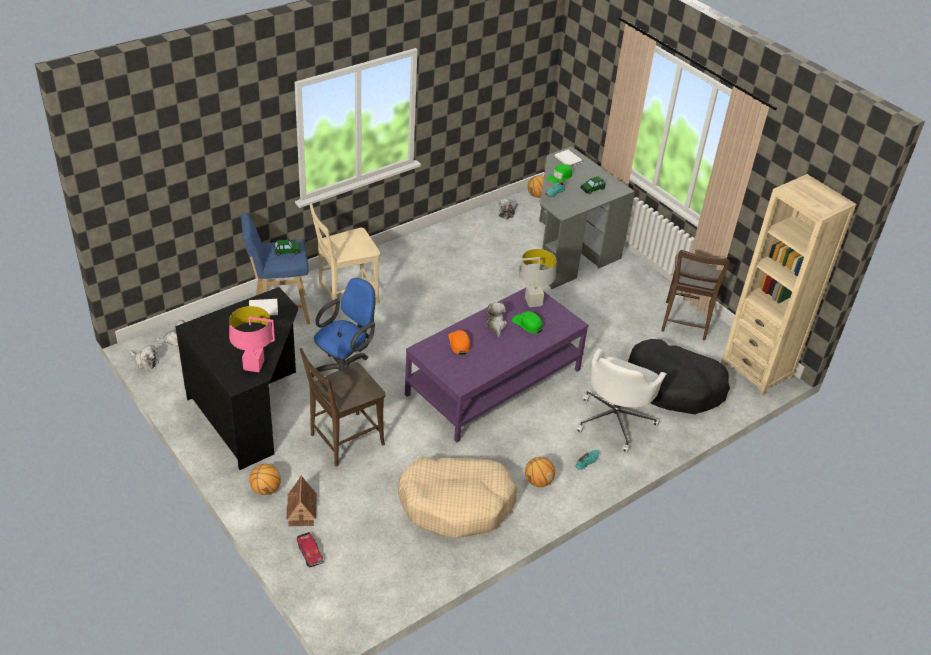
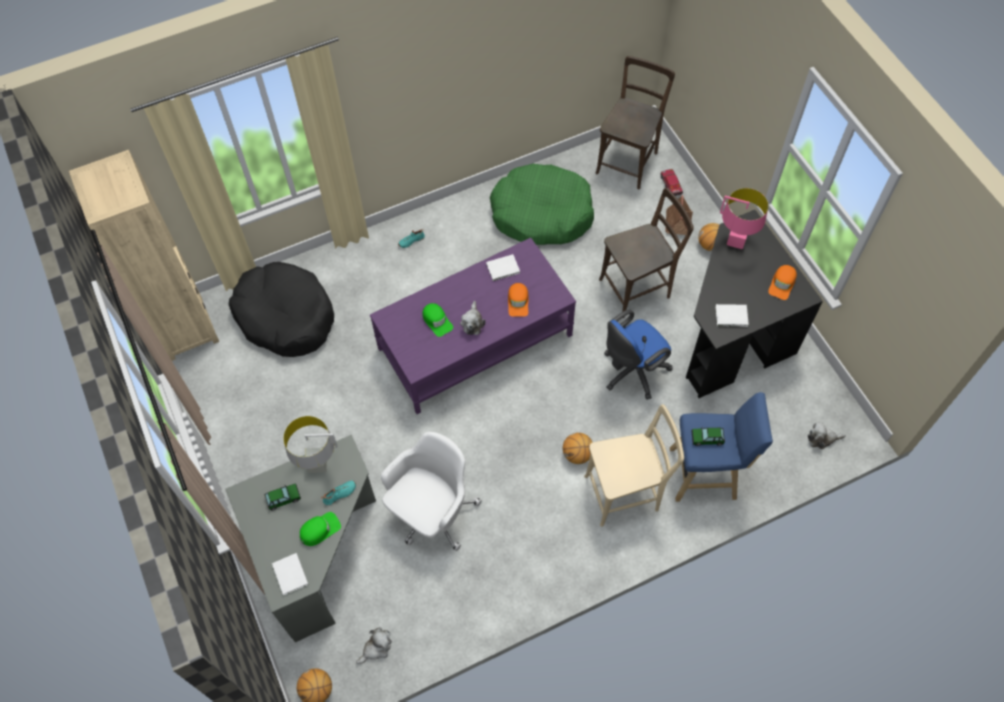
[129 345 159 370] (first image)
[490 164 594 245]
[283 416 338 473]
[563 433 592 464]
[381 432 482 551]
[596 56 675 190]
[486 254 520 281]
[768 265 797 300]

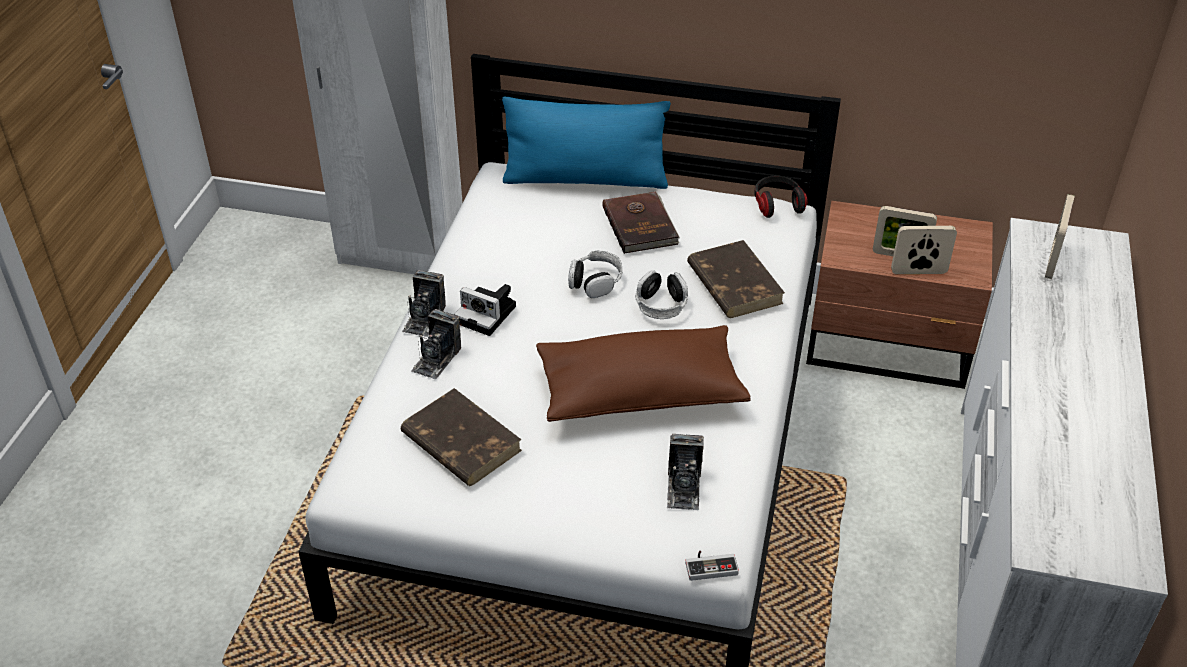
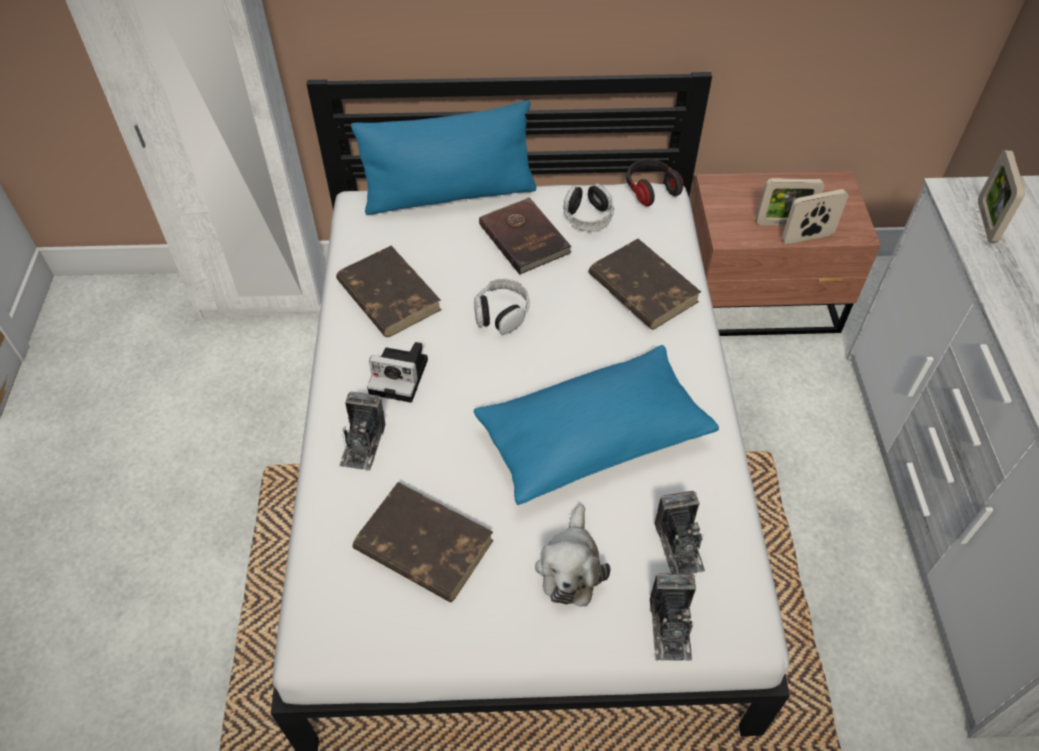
[650 573 696 661]
[474 345 719 505]
[564 183 614 232]
[685 551 739 581] (first image)
[336 246 442 337]
[535 504 611 607]

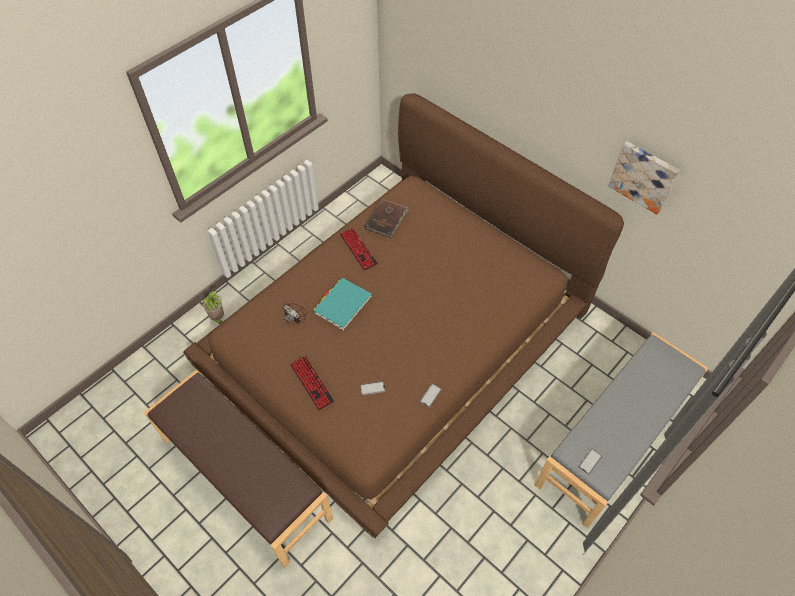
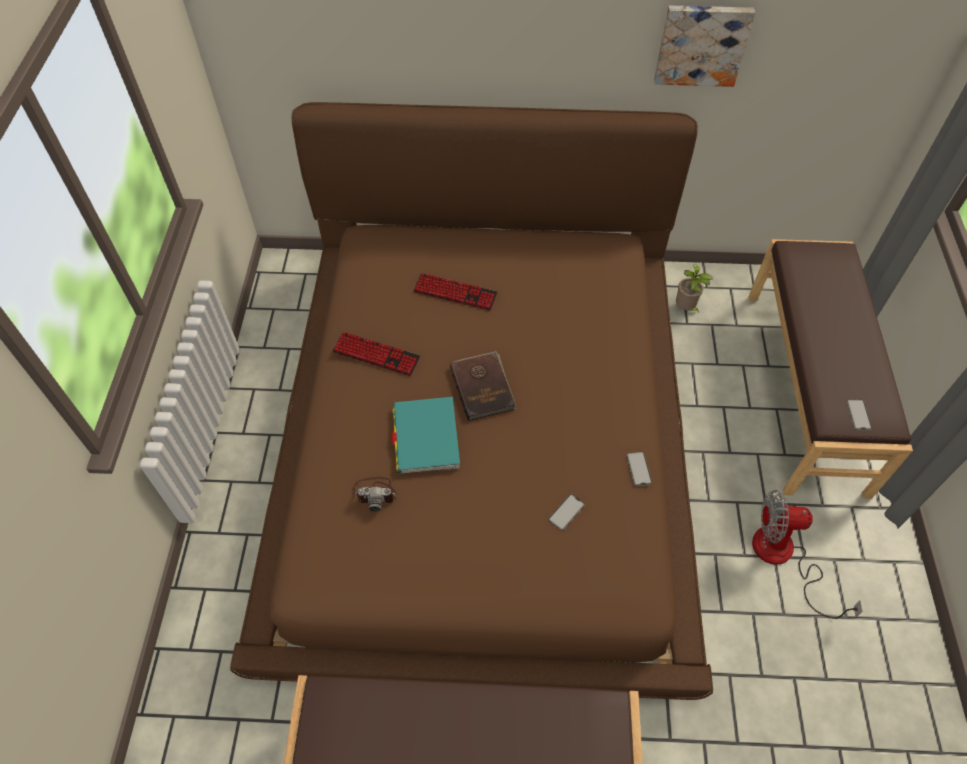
[676 264 713 312]
[413 273 497 311]
[450 351 516 421]
[748 239 913 499]
[752 490 863 619]

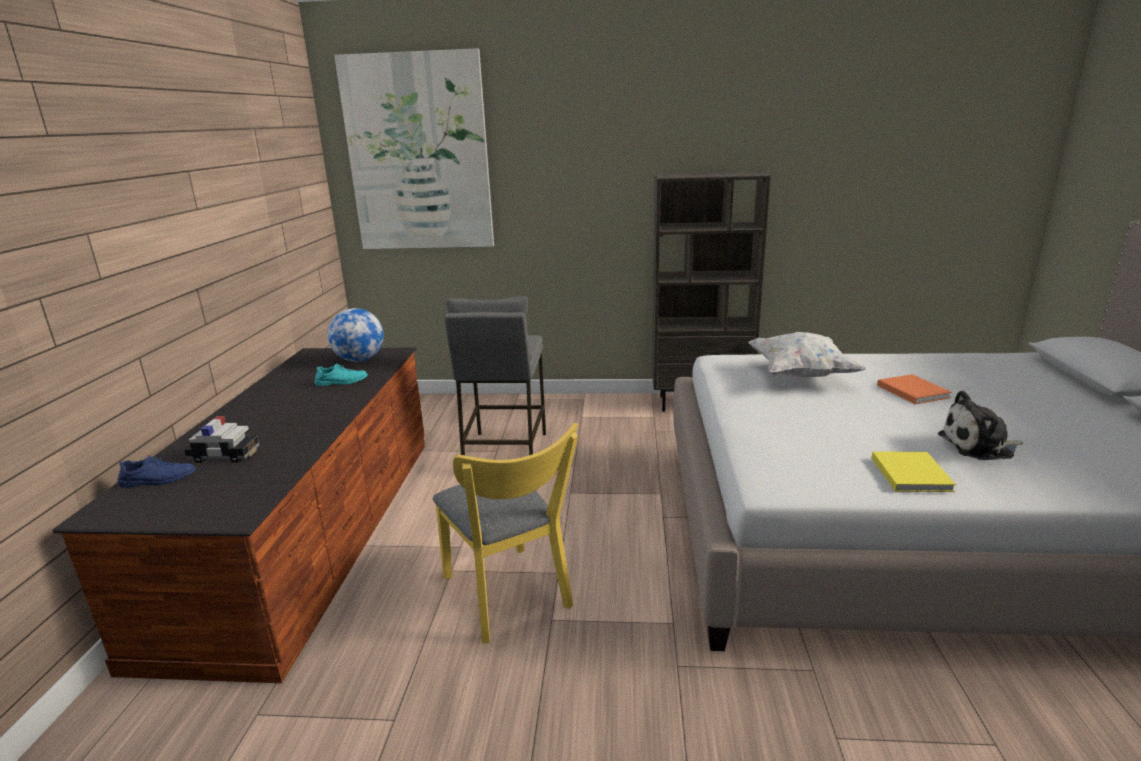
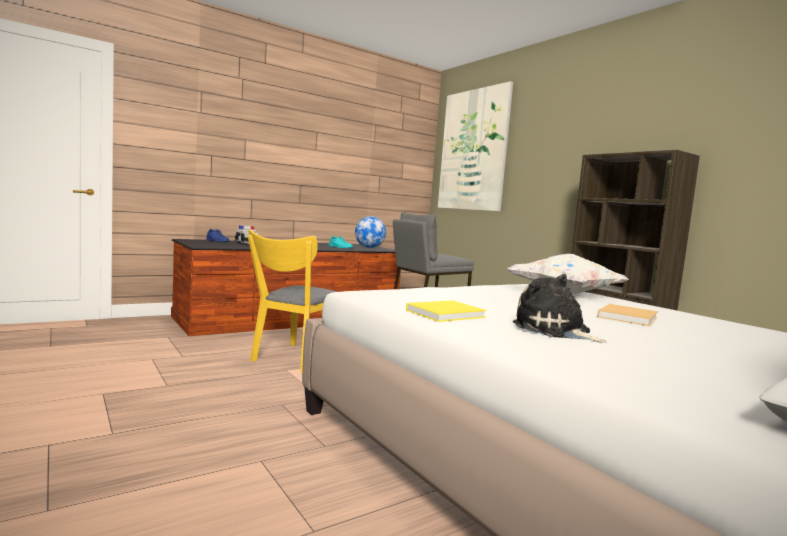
[597 304 658 326]

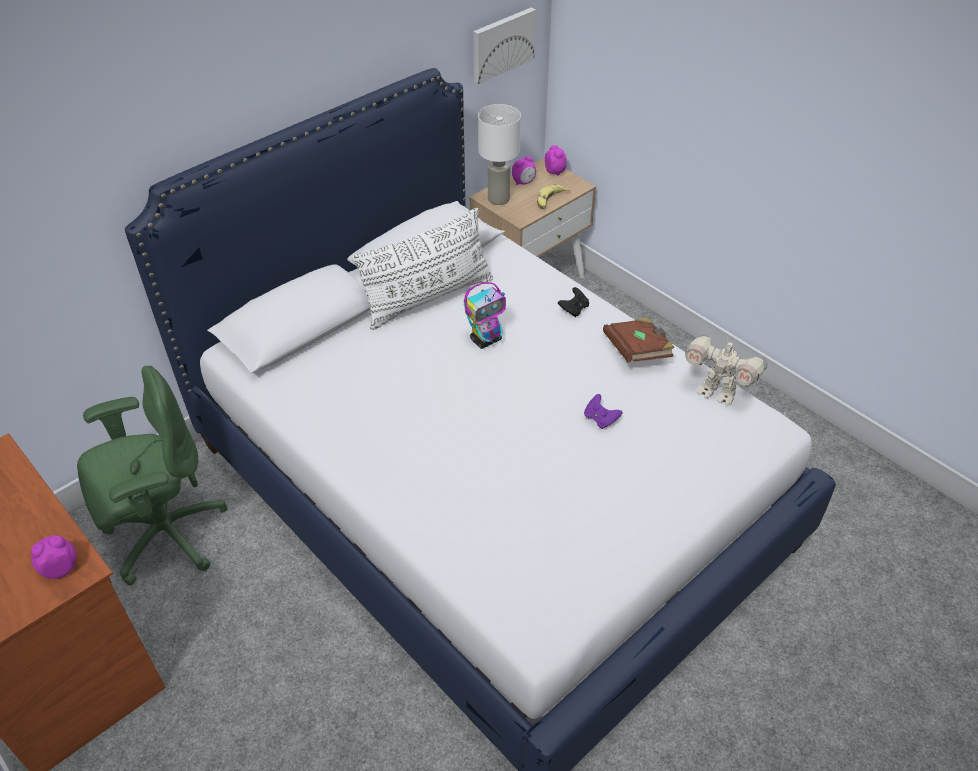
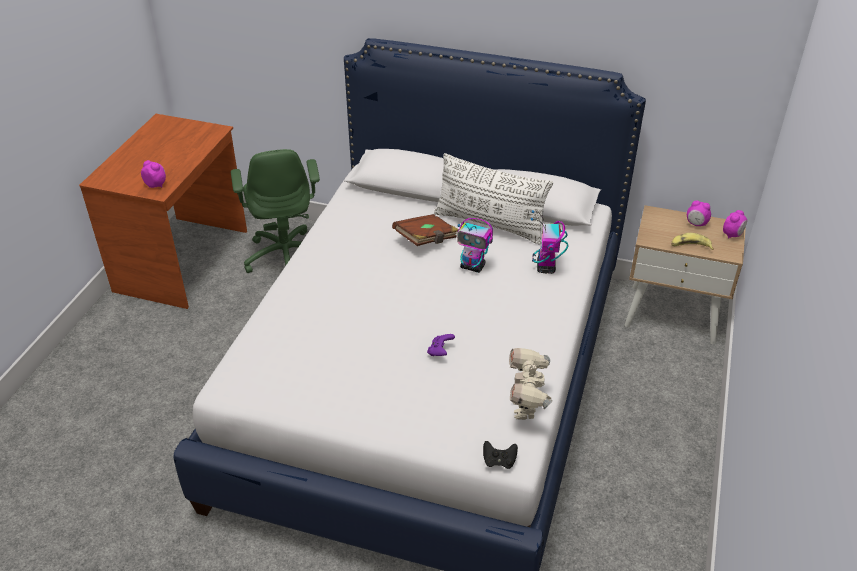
[231 149 320 273]
[473 8 536 84] (first image)
[478 104 521 205] (first image)
[483 441 518 469]
[392 214 458 246]
[531 210 569 274]

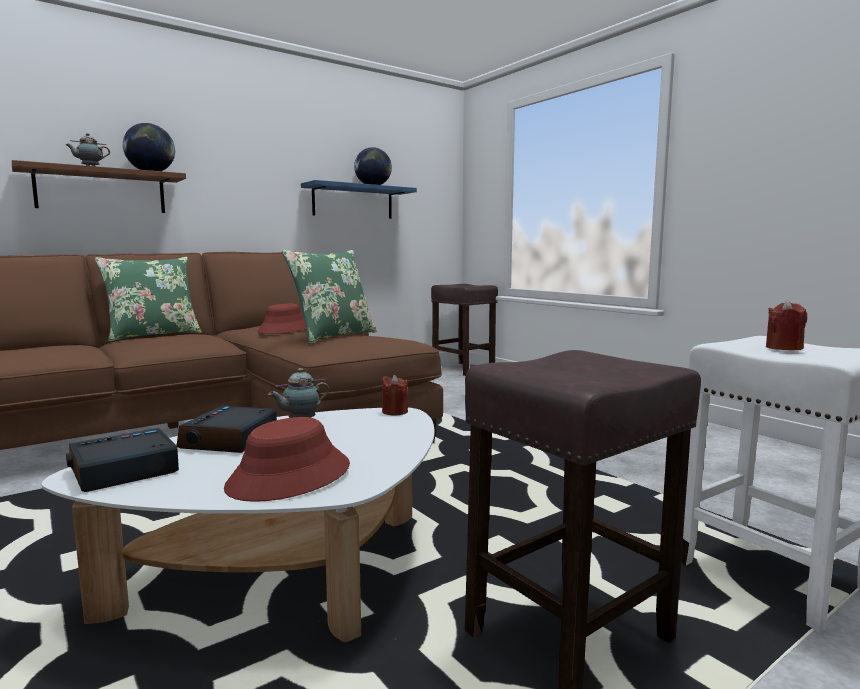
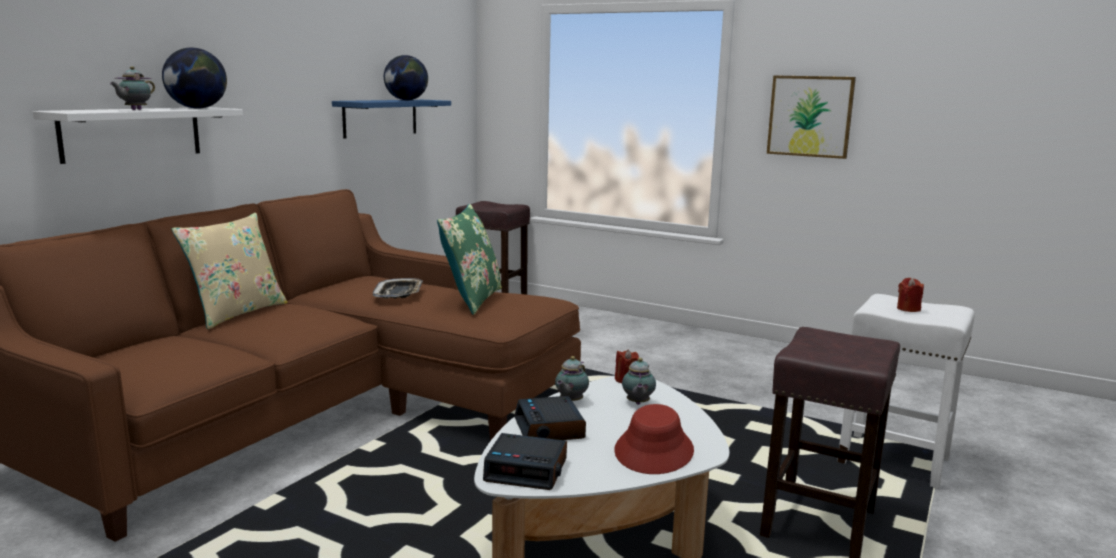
[33 107 243 164]
[483 433 567 490]
[172 213 288 329]
[373 278 423 299]
[622 358 656 405]
[767 75 856 159]

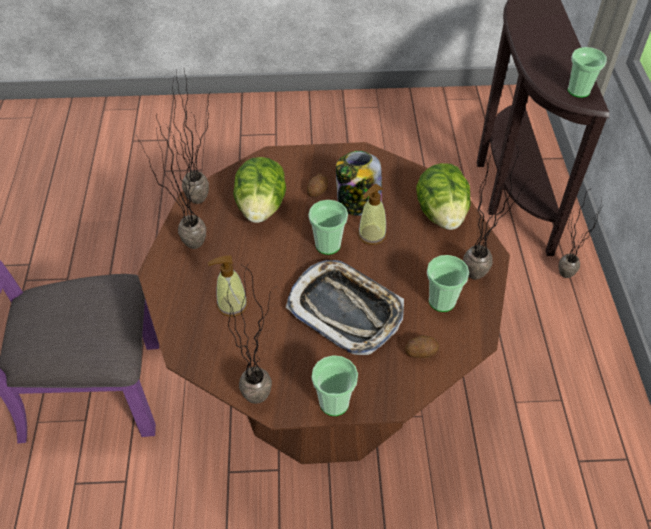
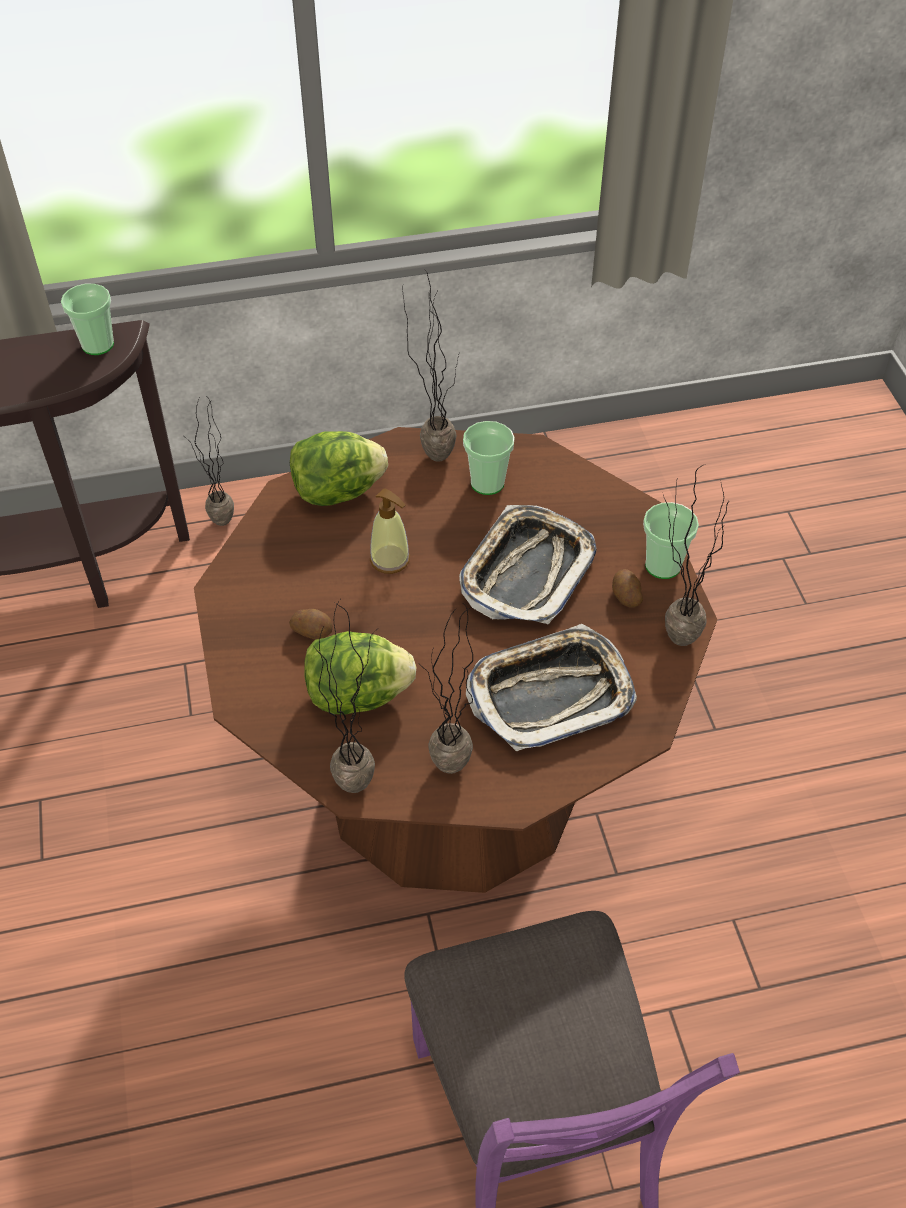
[466 624 637 751]
[308 200 348 255] (first image)
[336 151 382 216] (first image)
[612 569 643 607]

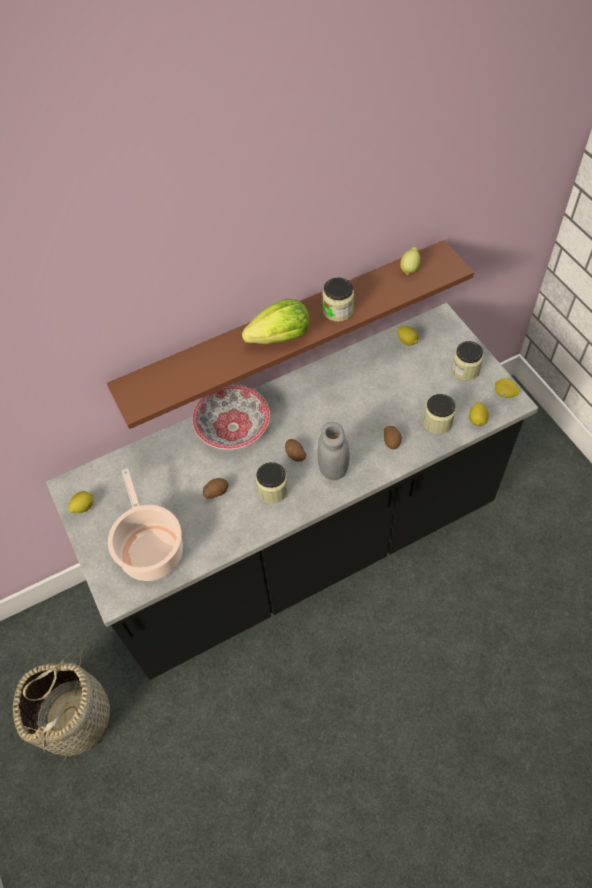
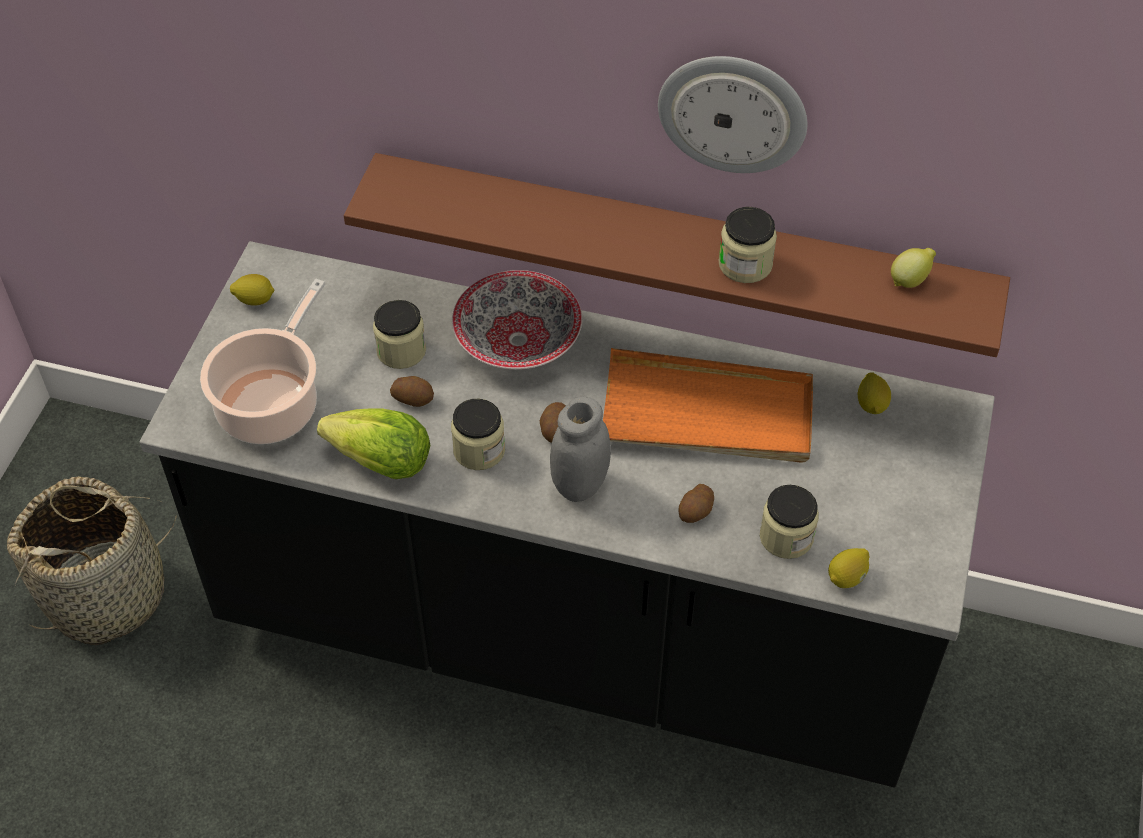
[317 409 430 479]
[373 300 426 369]
[495 378 520 398] (first image)
[603 348 813 463]
[658 56 807 173]

